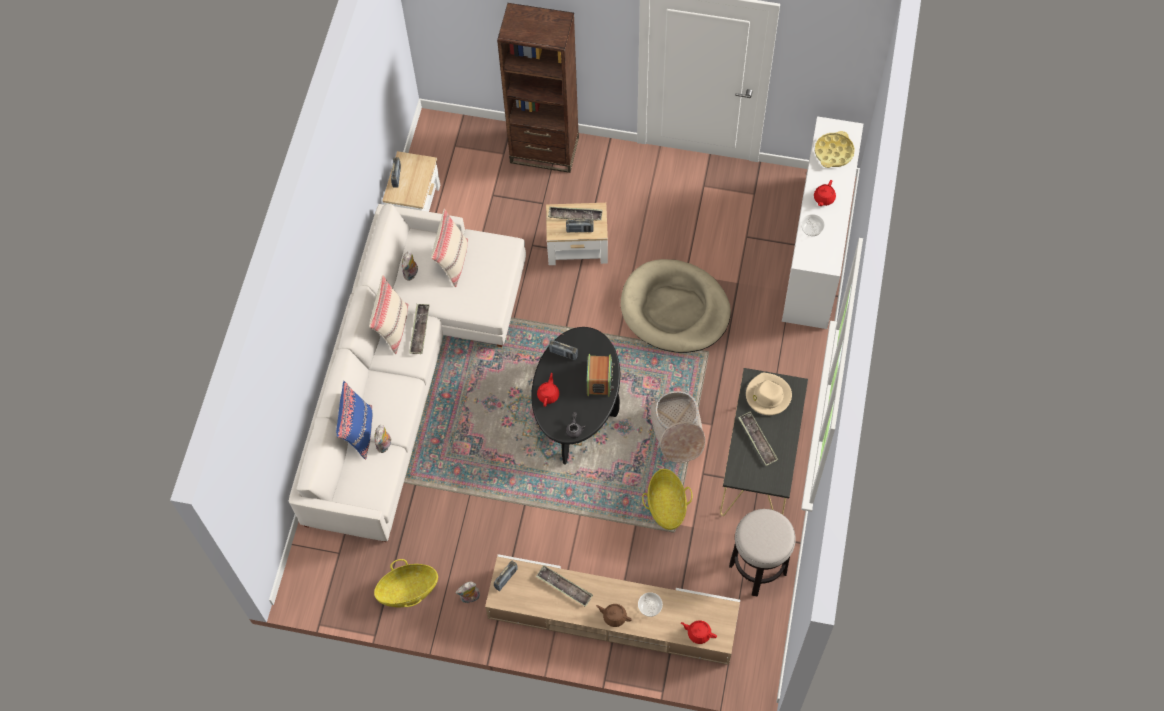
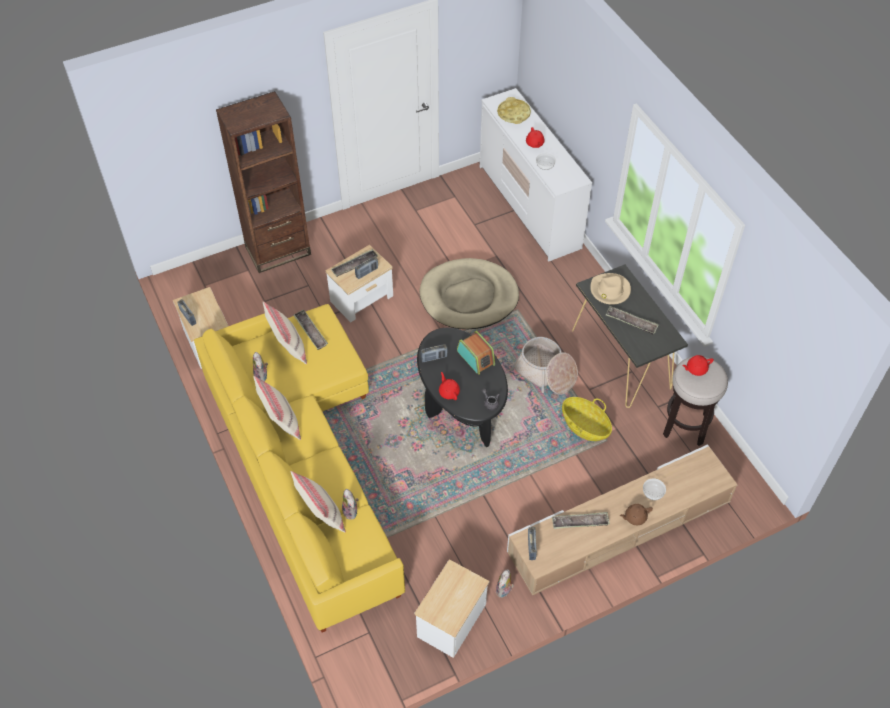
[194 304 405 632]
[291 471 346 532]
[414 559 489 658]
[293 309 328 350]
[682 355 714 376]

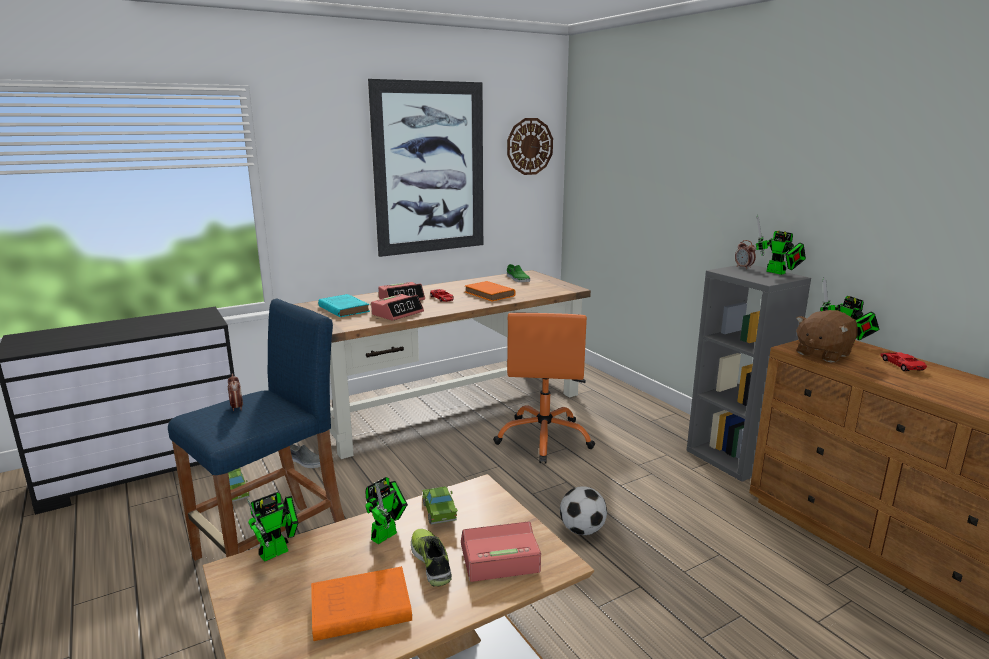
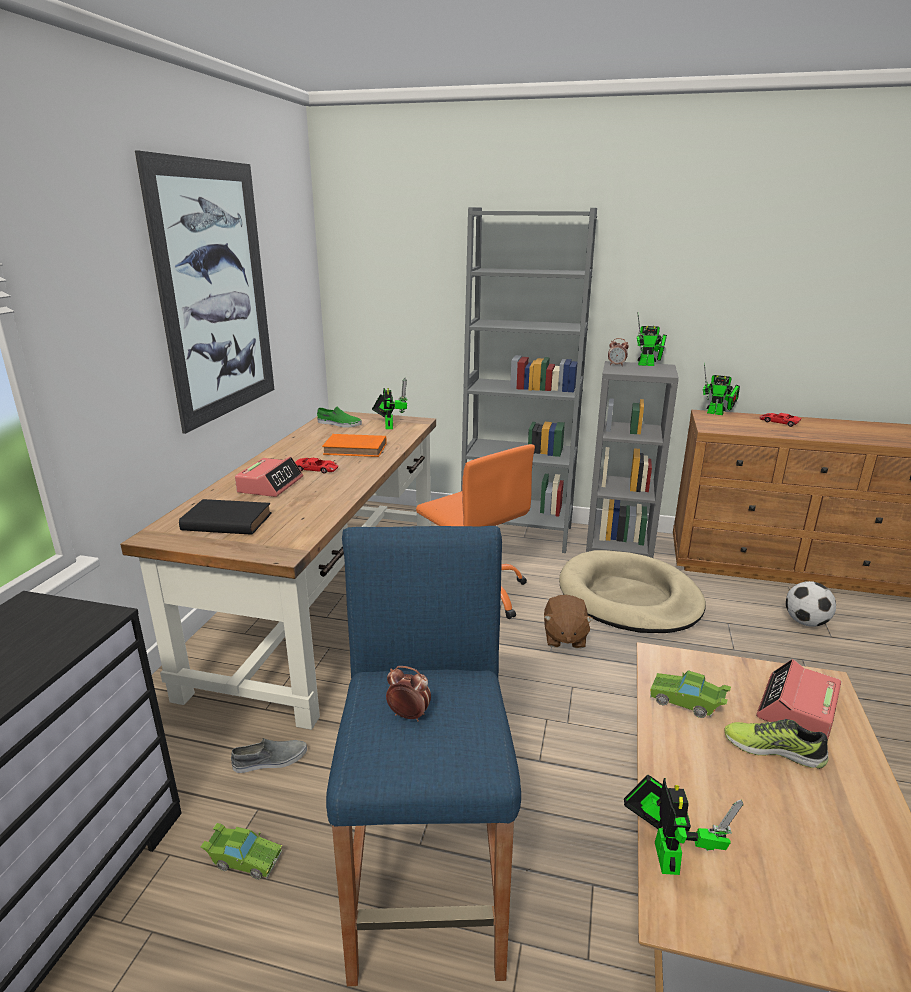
[311 566 412 641] (first image)
[179 499 272 535]
[372 378 408 429]
[371 294 424 321] (first image)
[507 118 553 175] (first image)
[786 581 836 627]
[544 595 594 649]
[461 207 597 553]
[559 550 706 633]

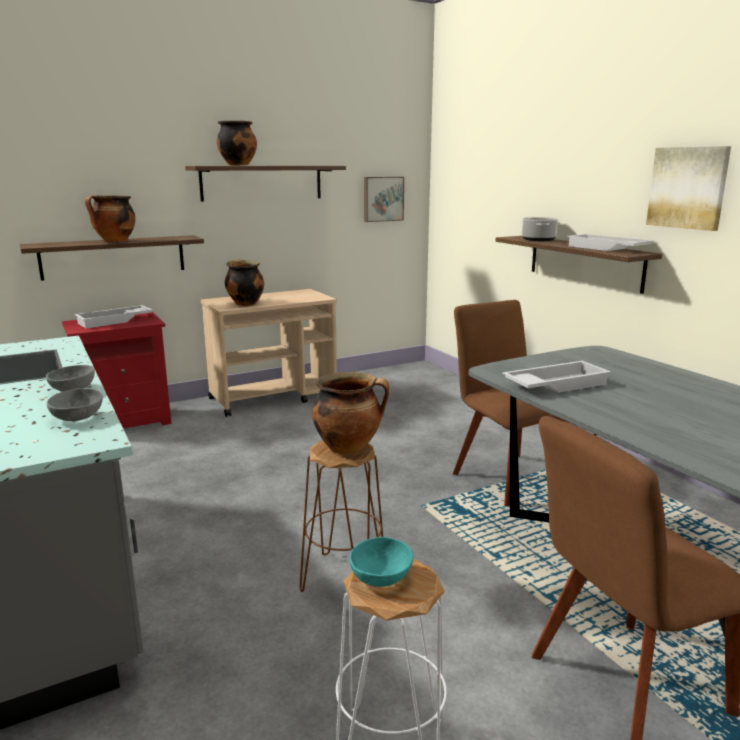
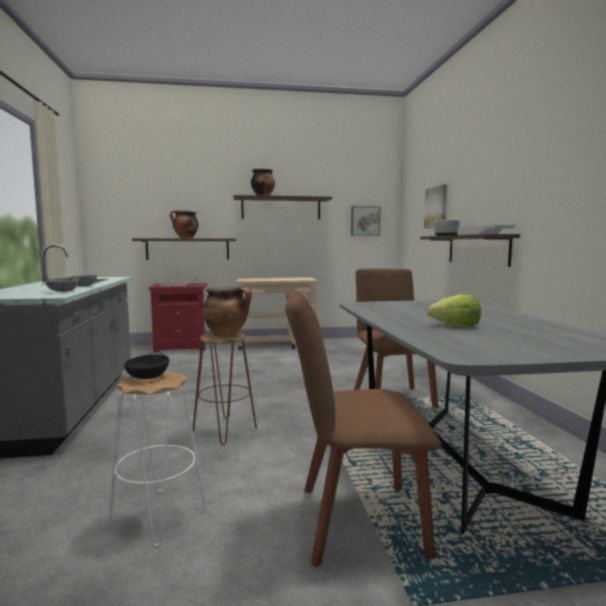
[225 259 264 306] (first image)
[124 354 169 379]
[502 361 611 393] (first image)
[424 184 447 229]
[428 294 481 327]

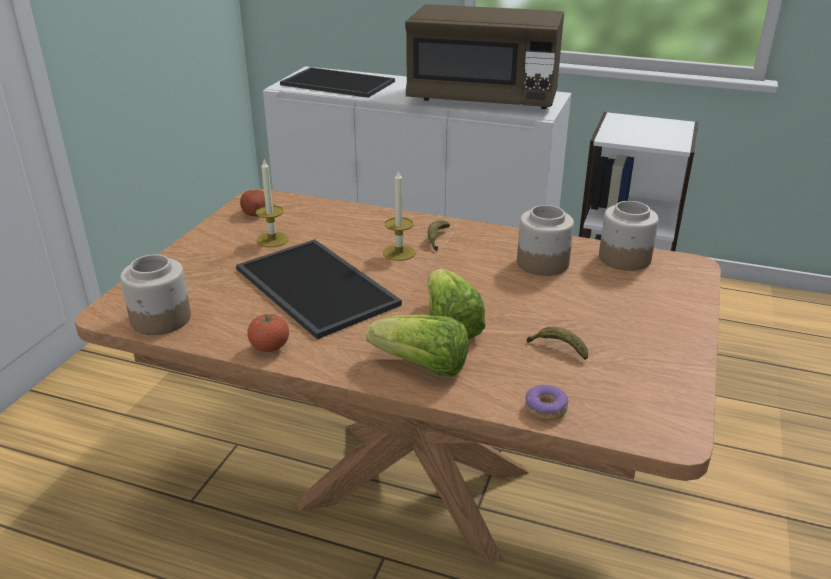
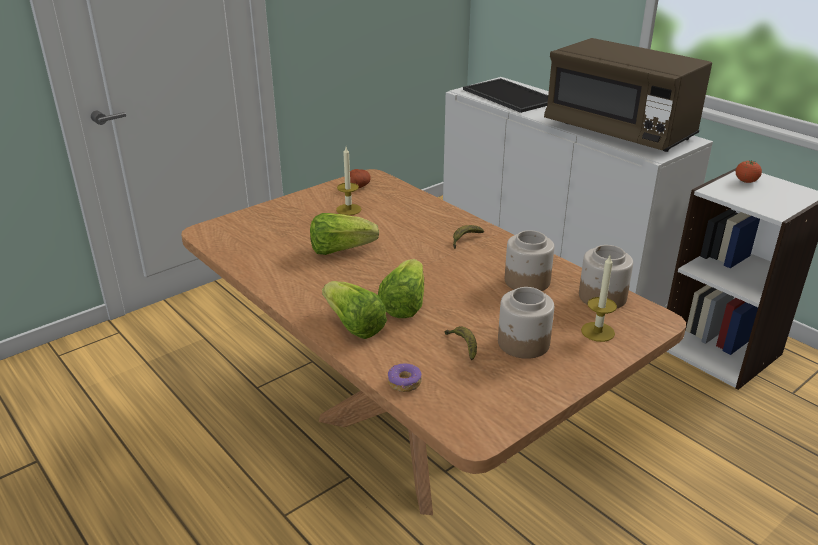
[498 287 554 359]
[310 213 379 255]
[736 160 762 183]
[581 256 617 342]

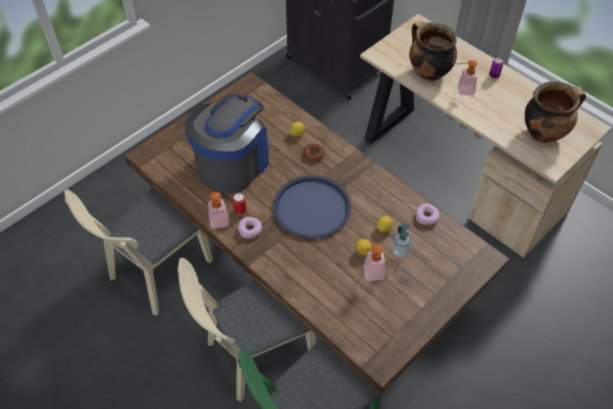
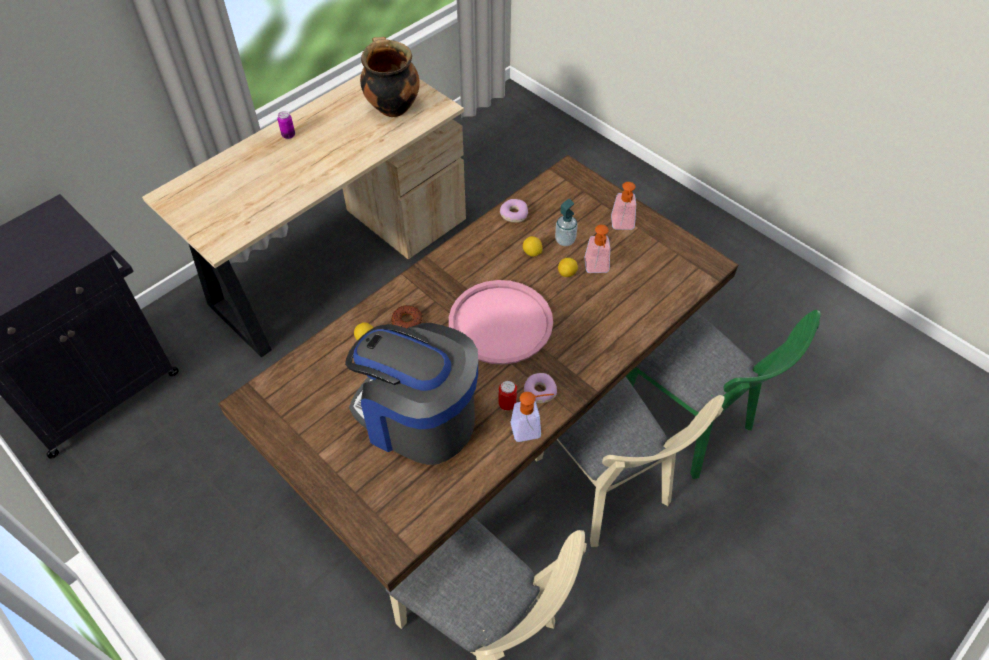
[449 280 553 365]
[409 21 457 81] (first image)
[611 182 636 230]

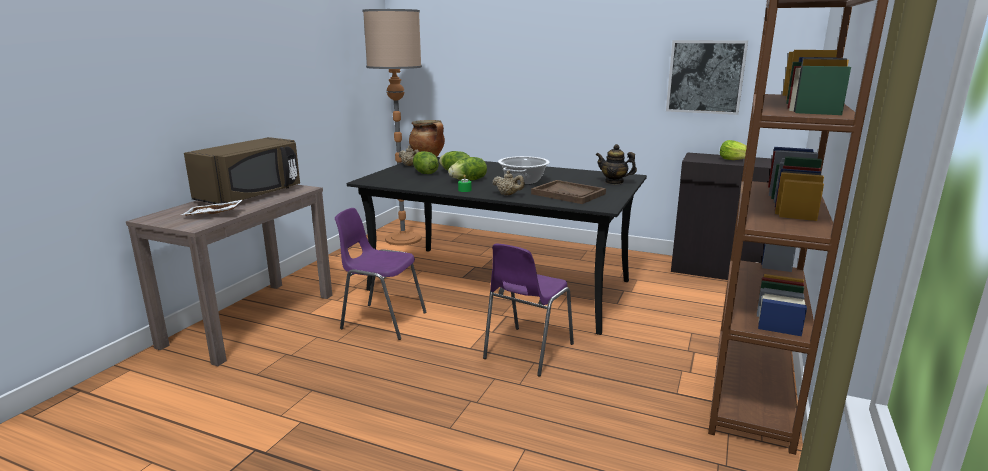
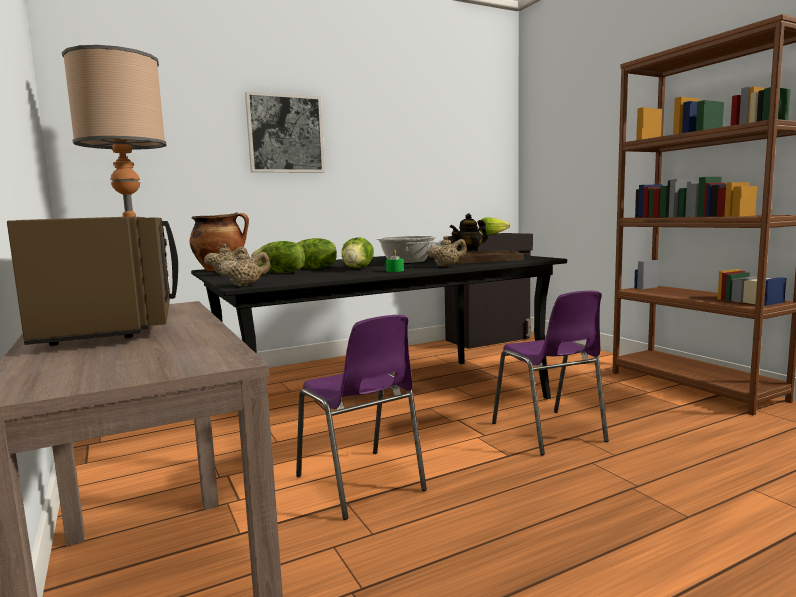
[181 200 242 216] (first image)
[296 315 427 520]
[245 91 325 172]
[219 248 270 286]

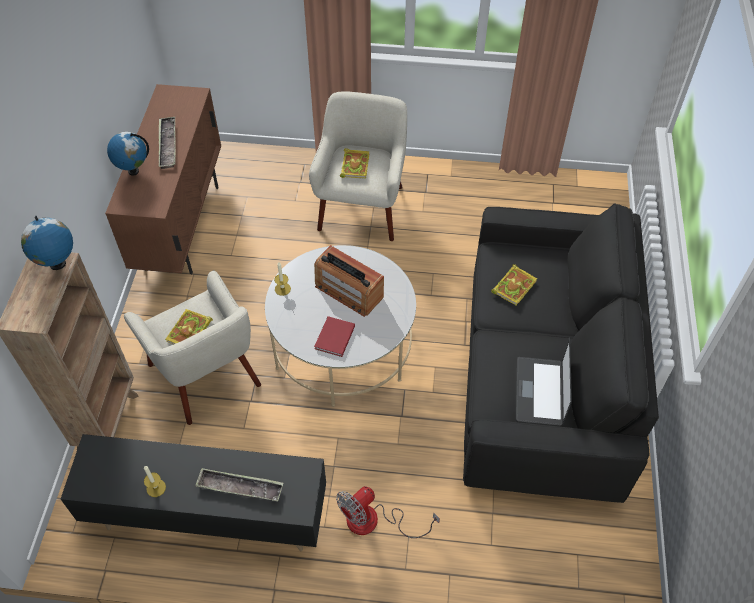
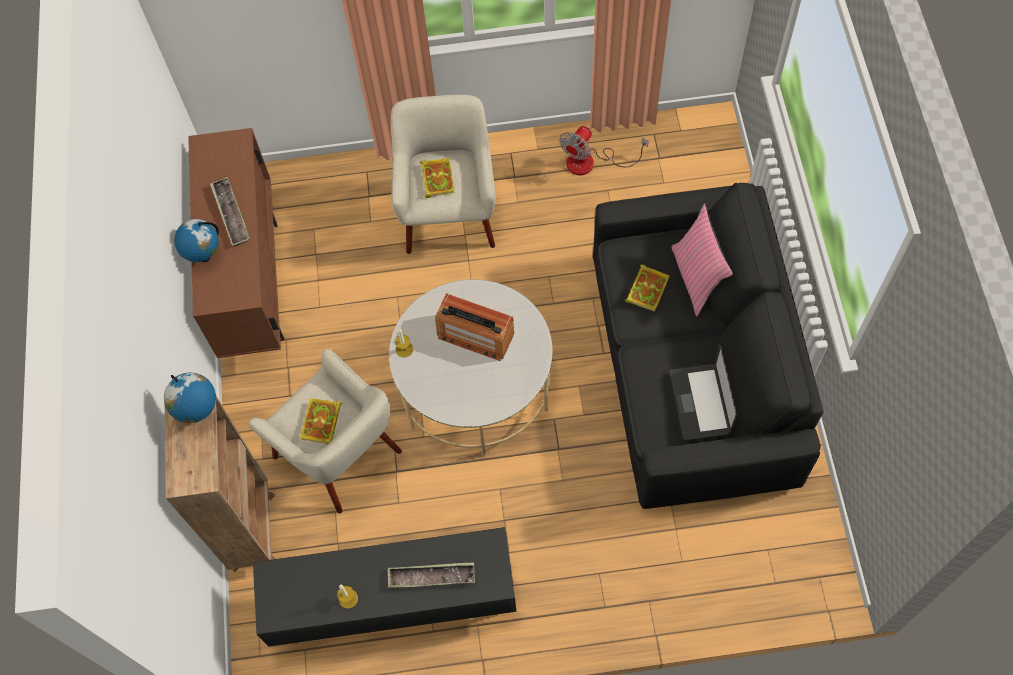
[314 316 355 357] (first image)
[559 126 649 175]
[671 204 733 316]

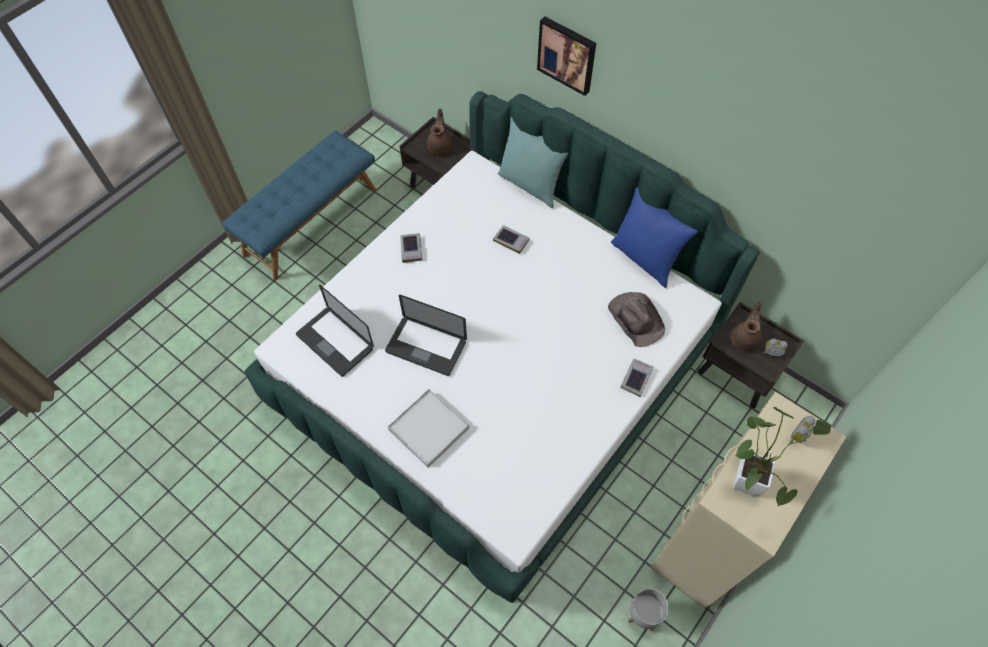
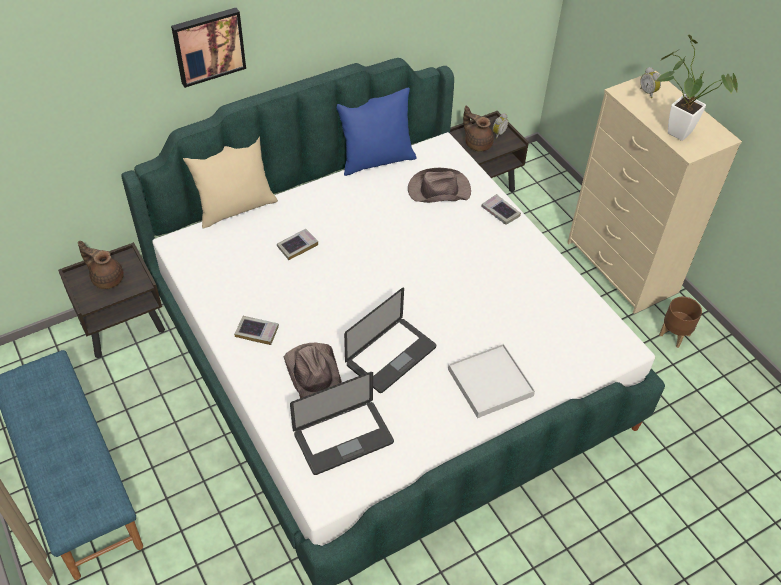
[183 137 278 229]
[659 297 702 348]
[284 343 342 398]

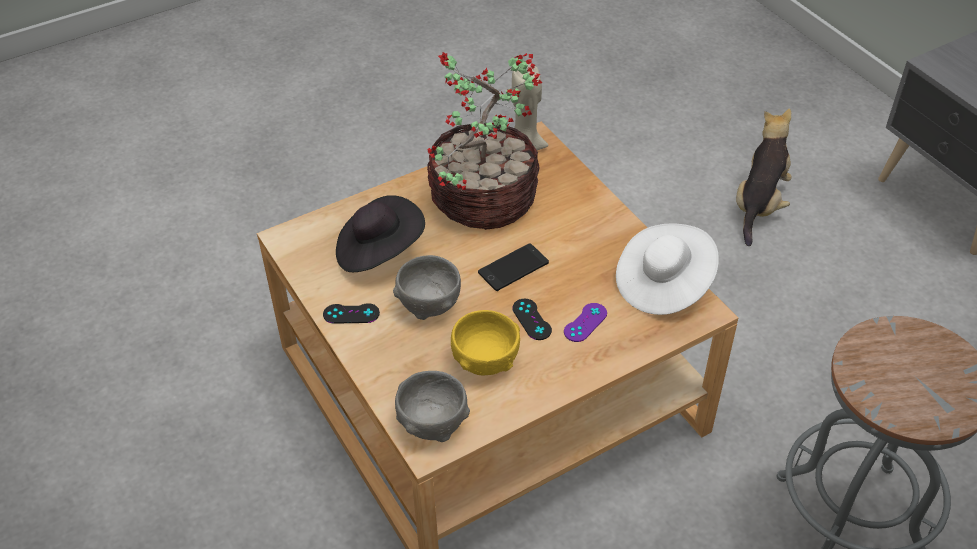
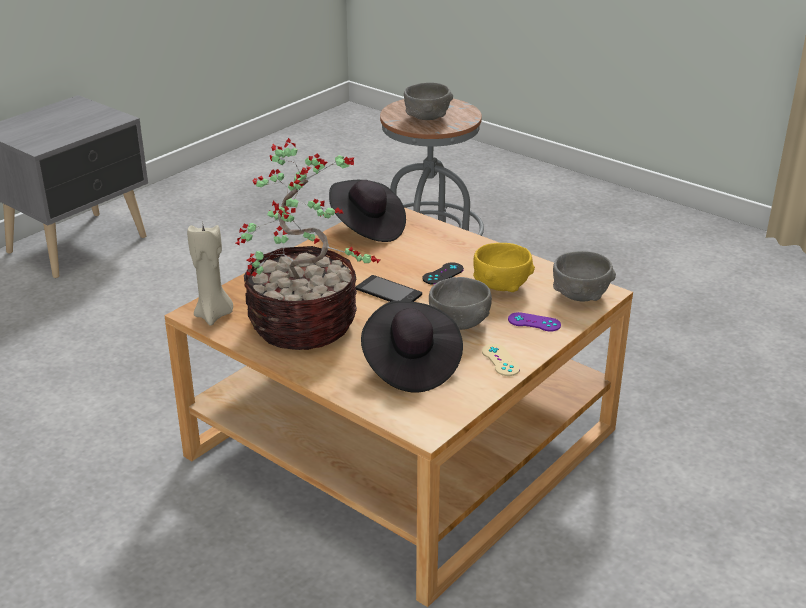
[482 344 520 376]
[508 312 561 332]
[329 180 406 242]
[736 109 792 246] (first image)
[404 83 453 120]

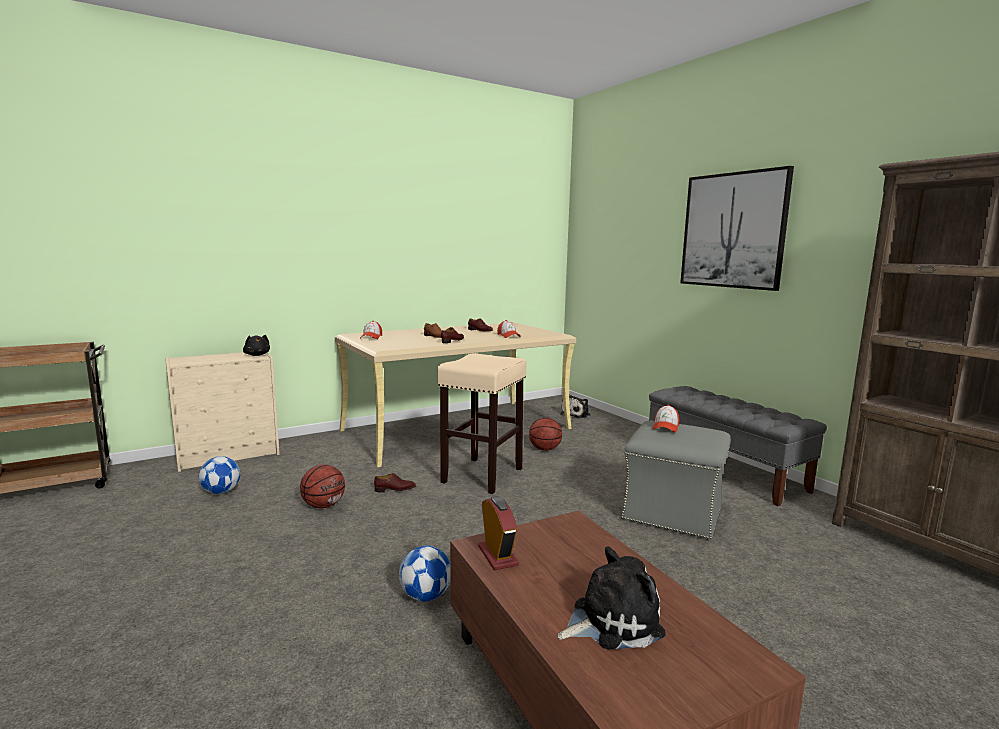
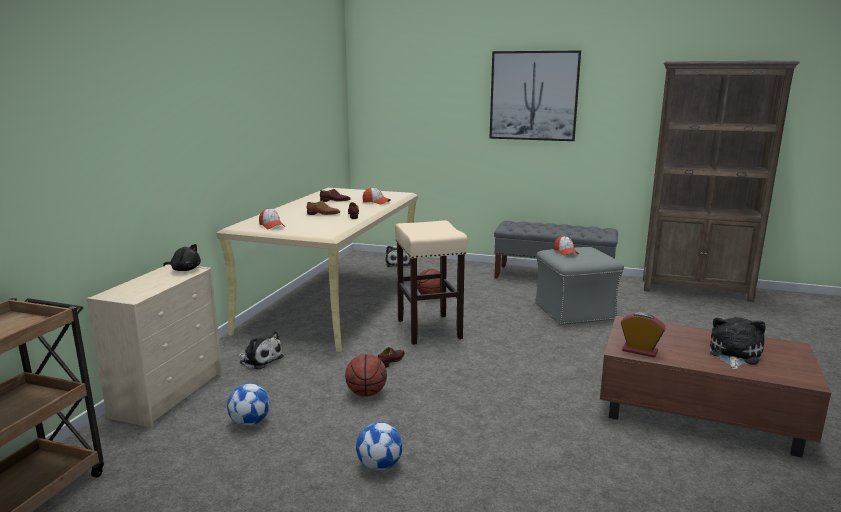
[356 422 403 471]
[238 331 284 370]

